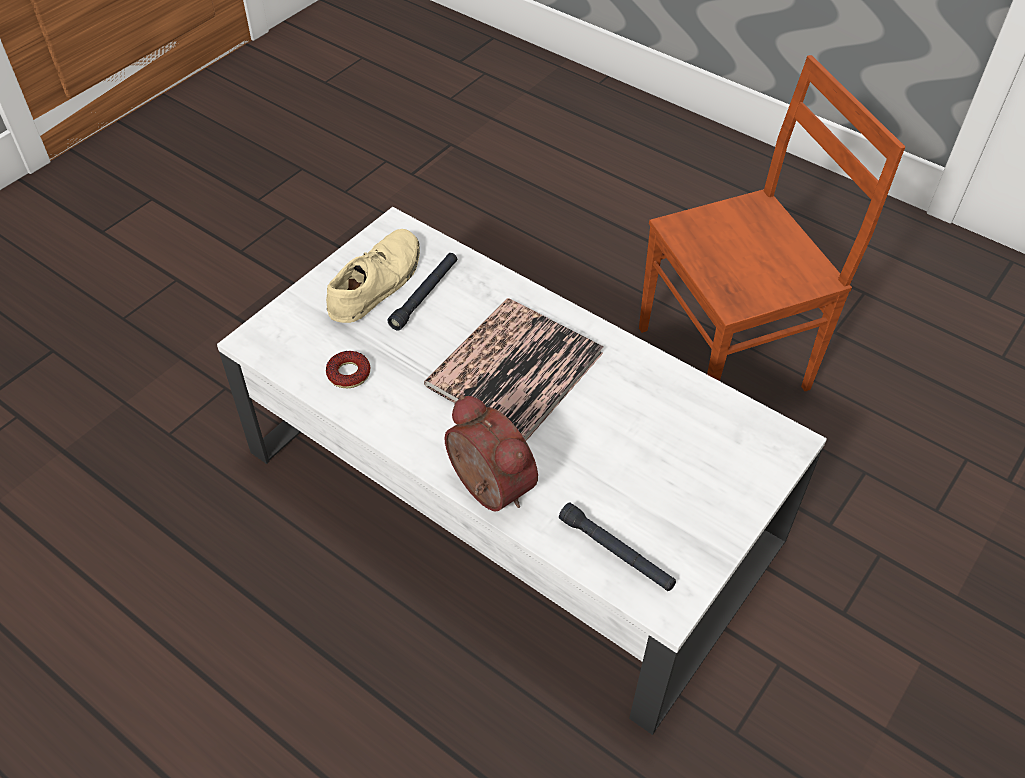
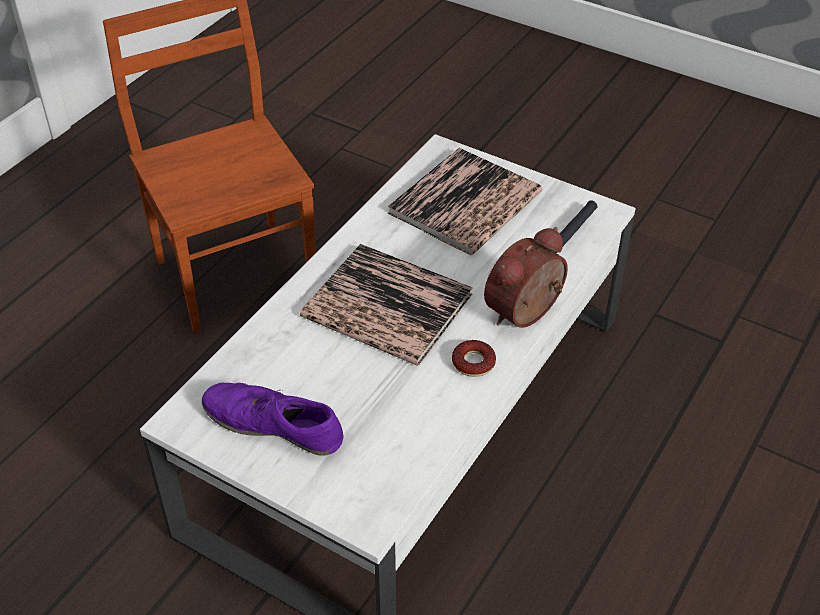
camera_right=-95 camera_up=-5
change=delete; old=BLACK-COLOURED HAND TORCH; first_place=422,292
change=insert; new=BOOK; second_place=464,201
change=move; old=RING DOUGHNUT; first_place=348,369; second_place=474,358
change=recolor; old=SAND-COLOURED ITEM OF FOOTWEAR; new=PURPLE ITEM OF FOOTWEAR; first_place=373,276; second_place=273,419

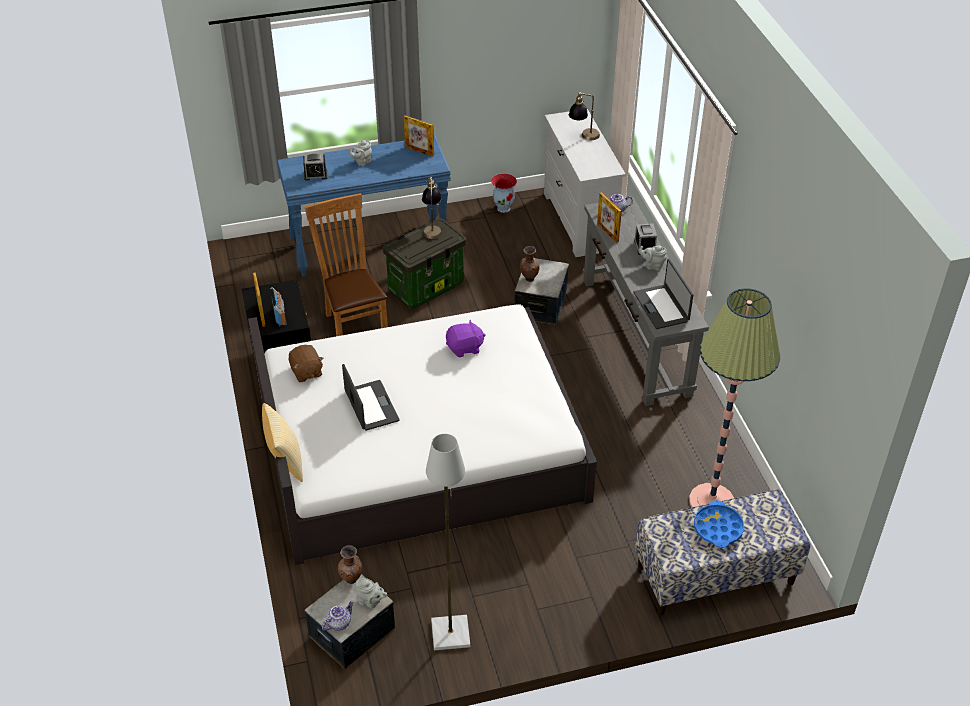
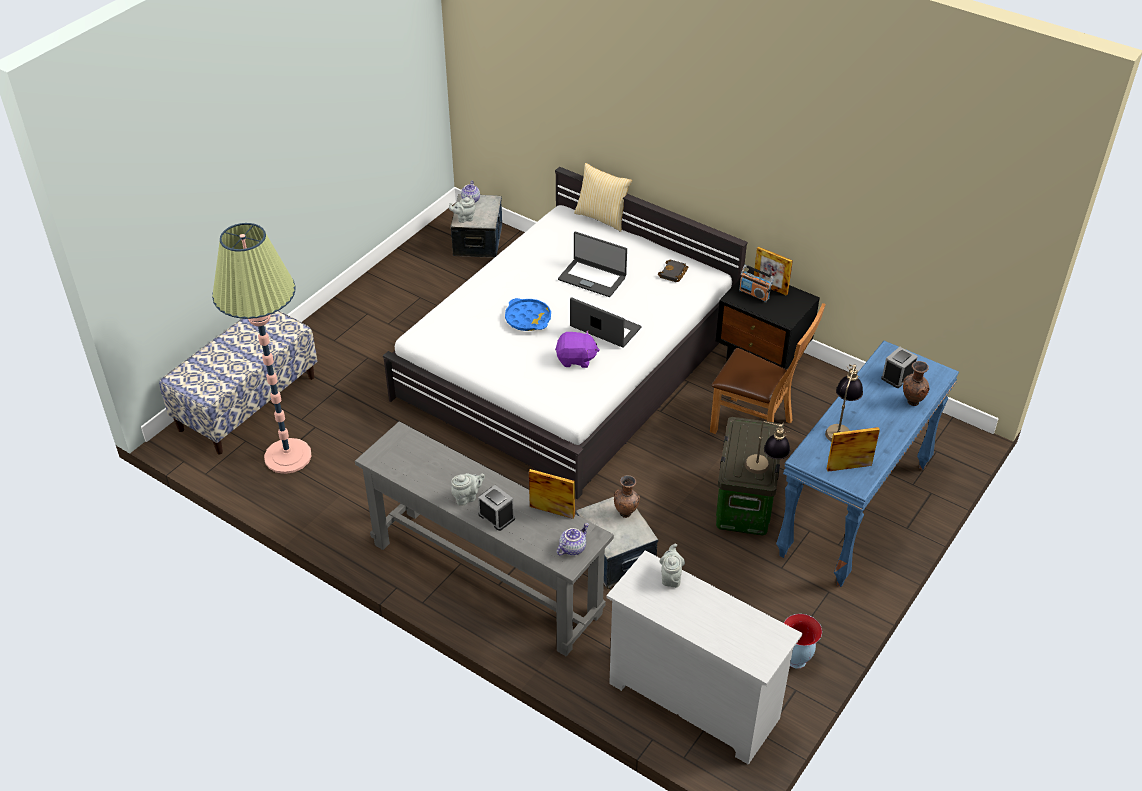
camera_right=140 camera_up=0
change=delete; old=GREYISH STANDARD LAMP; first_place=448,542
change=move; old=BROWN DECORATIVE VASE; first_place=350,564; second_place=916,383
change=move; old=GREYISH TEA POT; first_place=361,152; second_place=672,566
change=move; old=TABLETOP LAMP; first_place=584,116; second_place=844,403
change=move; old=PORTABLE COMPUTER; first_place=663,294; second_place=605,322
change=move; old=BLUE SERVING TRAY; first_place=719,524; second_place=528,314
change=replace; old=BROWN SOFT TOY; new=BLACK-COLOURED BOOK; first_place=306,363; second_place=673,270
change=rotate; old=PURPLE SOFT TOY; first_place=466,338; second_place=577,349; degrees=-120

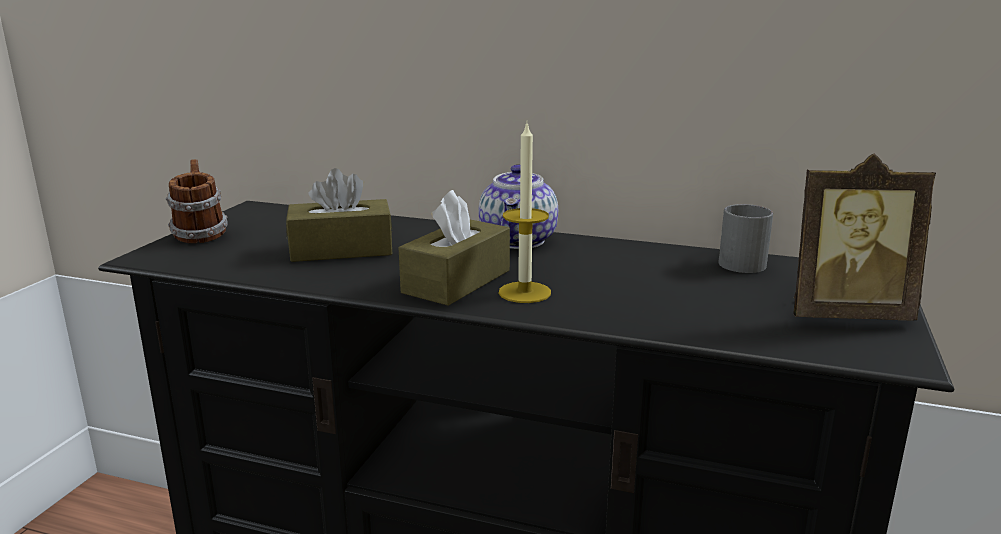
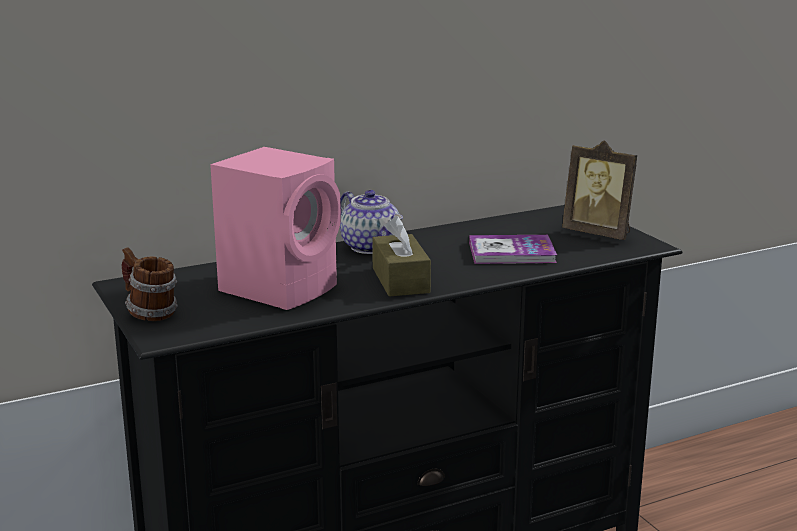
camera_right=-45 camera_up=0
change=delete; old=CANDLE; first_place=525,213
change=delete; old=GREYISH COFFEE MUG; first_place=745,238
change=insert; new=BOOK; second_place=513,249
change=replace; old=BROWN TISSUE HOLDER; new=PINK-COLOURED AUDIO SPEAKER; first_place=339,215; second_place=275,228
change=rotate; old=PICTURE FRAME; first_place=864,237; second_place=600,190; degrees=75

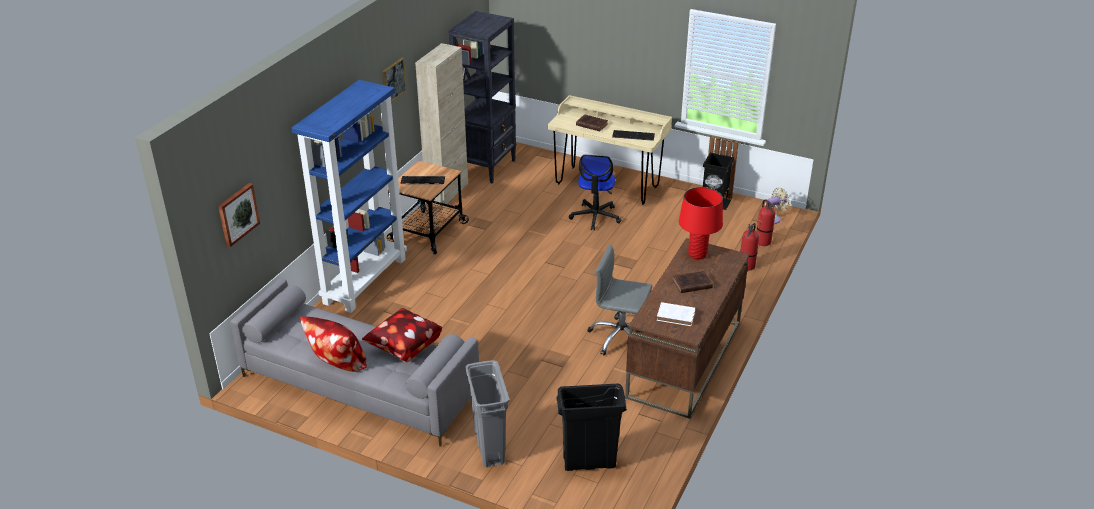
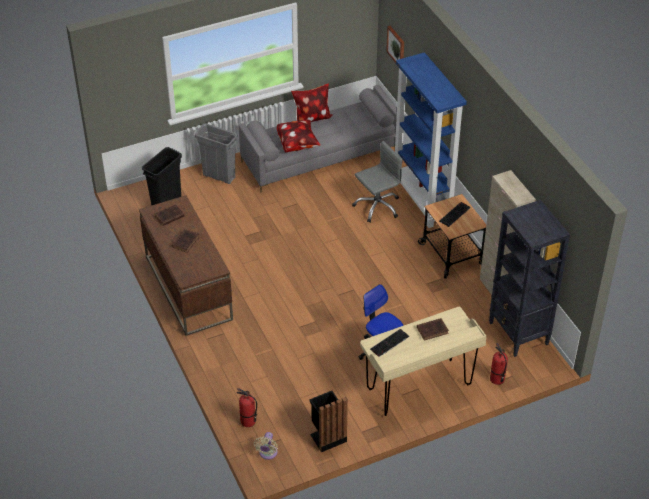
camera_right=130 camera_up=10
change=delete; old=PICTURE; first_place=394,80
change=delete; old=REDDISH TABLETOP LAMP; first_place=701,223
change=move; old=GREYISH COMPUTER CHAIR; first_place=619,300; second_place=377,181
change=move; old=FIRE EXTINGUISHER; first_place=749,247; second_place=499,364
change=recolor; old=WHITE-COLOURED BOOK; new=BROWN BOOK; first_place=676,314; second_place=169,215

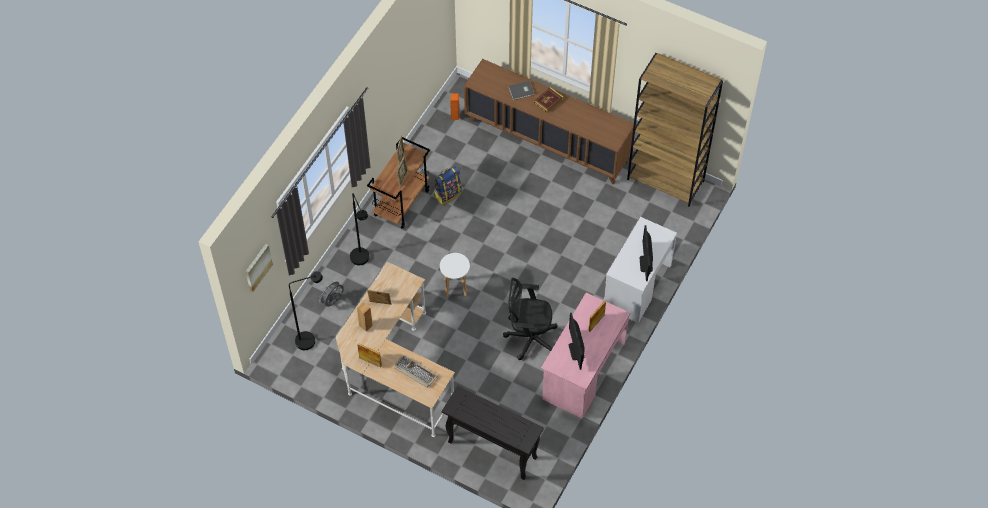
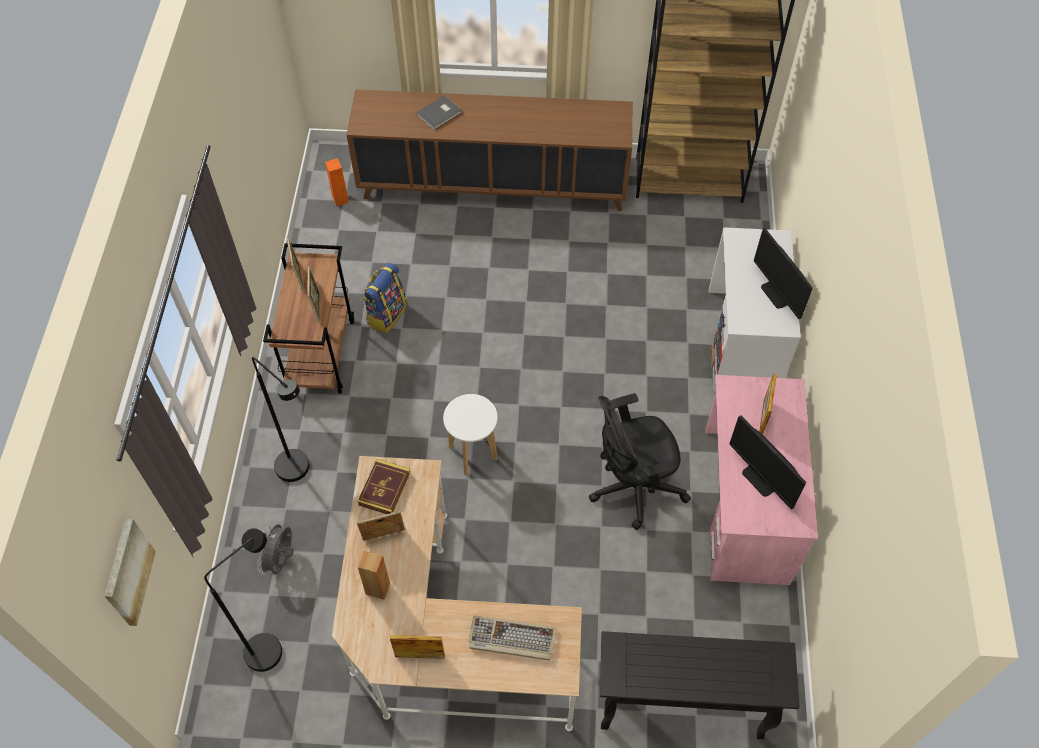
camera_right=-25 camera_up=0
change=move; old=BOOK; first_place=548,100; second_place=383,486

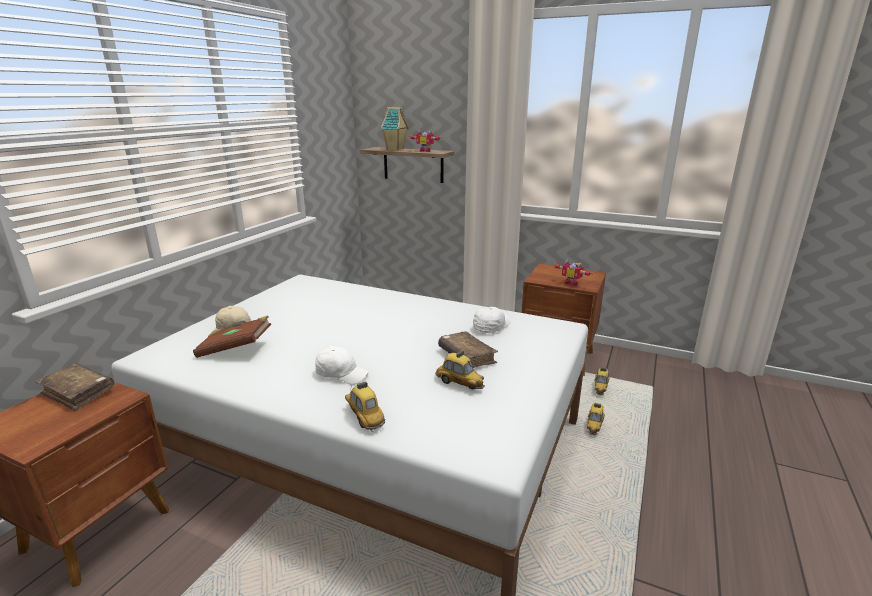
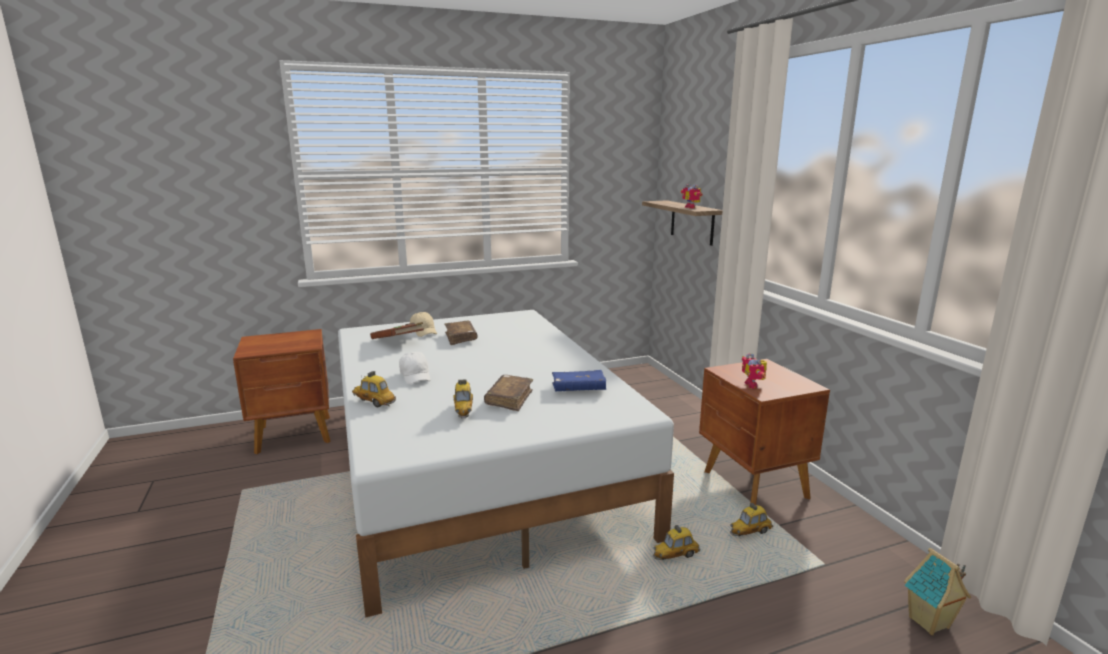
camera_right=45 camera_up=-5
change=move; old=BROWN BOOK; first_place=75,387; second_place=460,333
change=move; old=MODEL HOUSE; first_place=395,129; second_place=937,591
change=replace; old=WHITE-COLOURED BASEBALL CAP; new=BLUE BOOK; first_place=492,320; second_place=579,380
change=rotate; old=MODEL CAR; first_place=365,406; second_place=374,389; degrees=-75

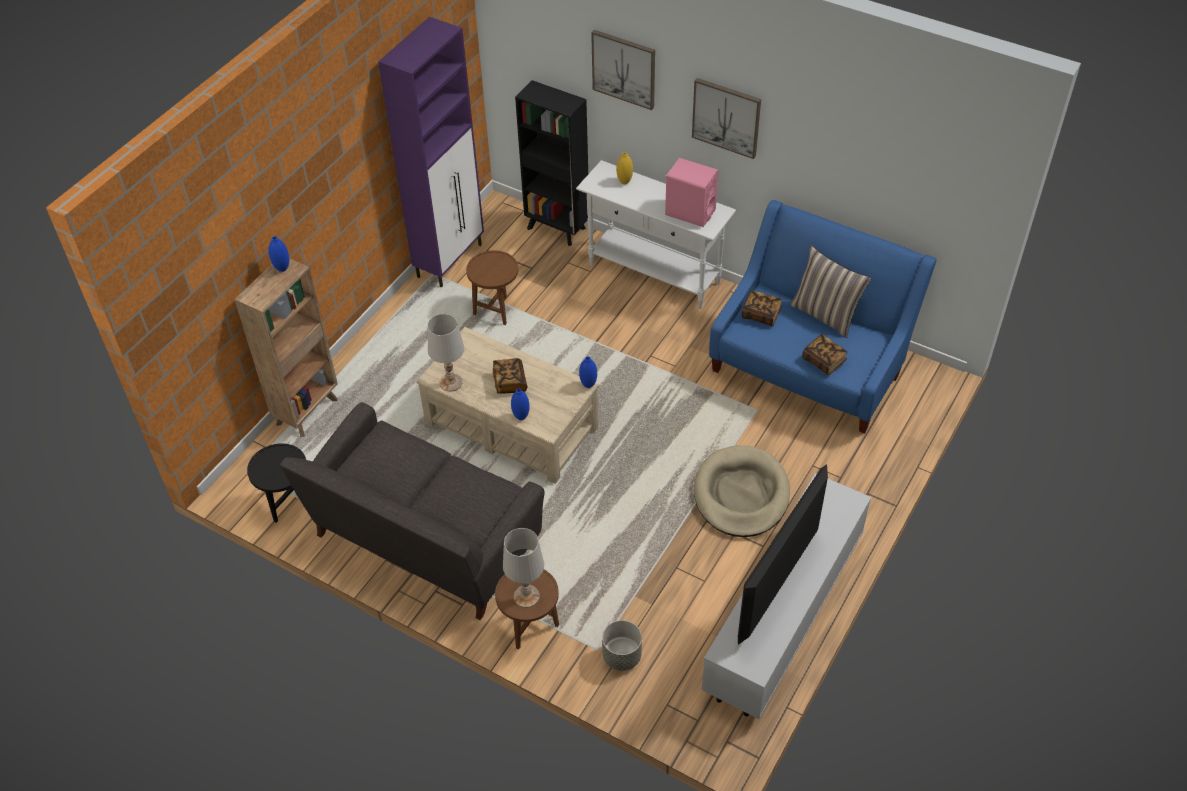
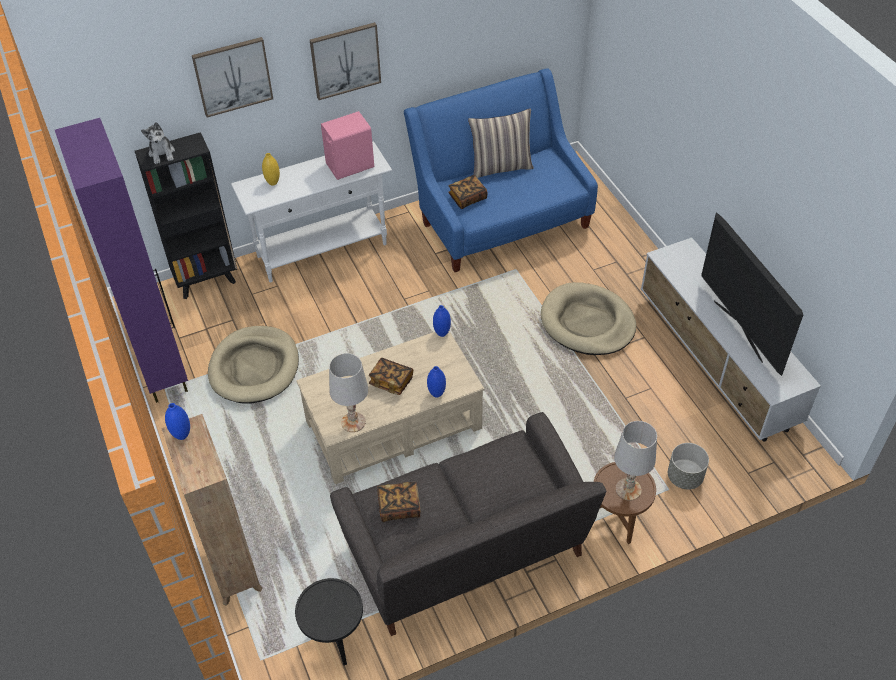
camera_right=-55 camera_up=0
change=insert; new=SOFT TOY; second_place=158,143
change=move; old=BOOK; first_place=824,354; second_place=399,502
change=replace; old=BROWN END TABLE; new=SAND-COLOURED DOG CUSHION; first_place=492,287; second_place=253,365

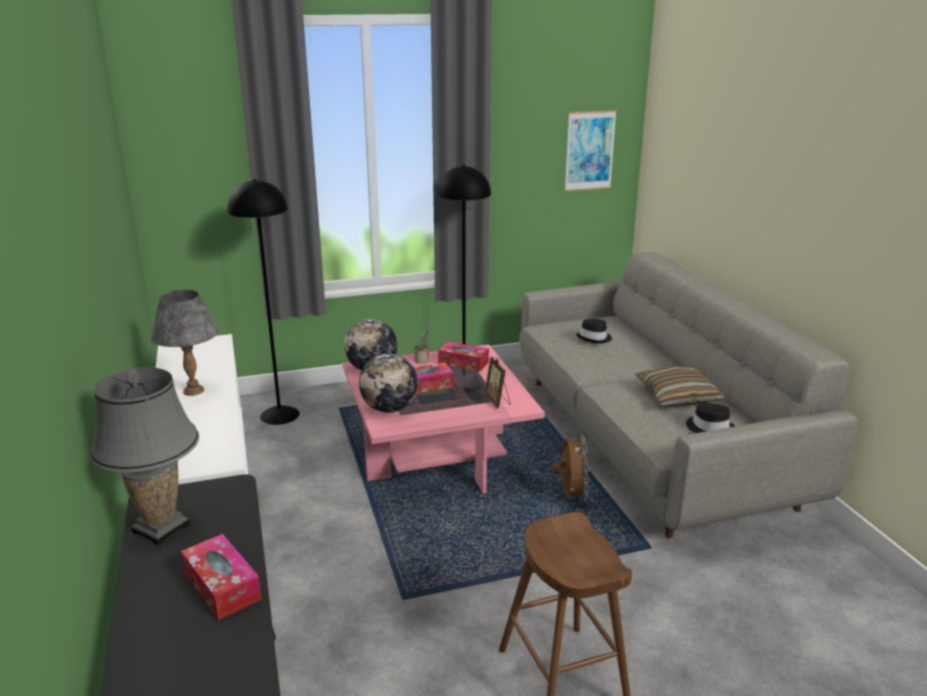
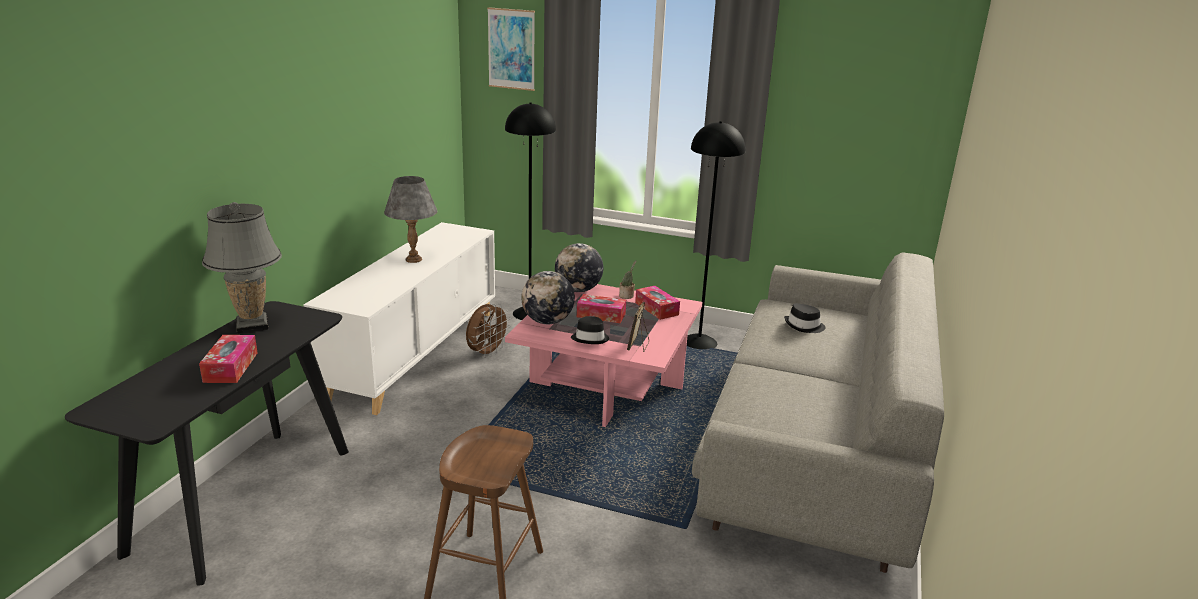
camera_right=35 camera_up=0
change=delete; old=CUSHION; first_place=680,386
change=move; old=BROWN ELECTRIC FAN; first_place=571,468; second_place=488,331
change=move; old=PICTURE; first_place=591,150; second_place=511,49
change=move; old=BLACK-COLOURED CLOTHING HAT; first_place=710,418; second_place=590,330

